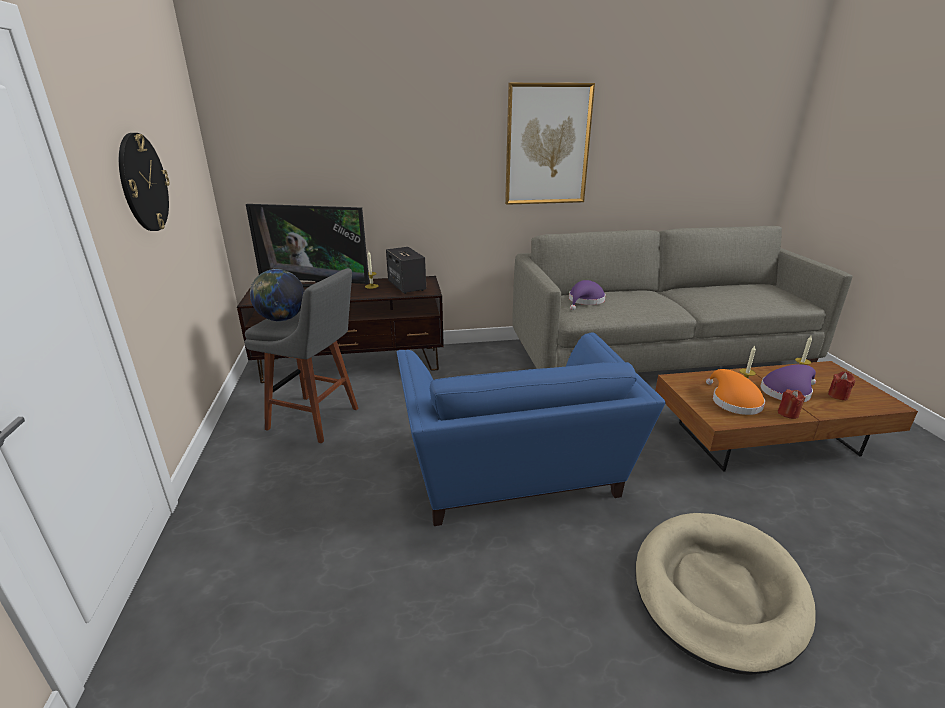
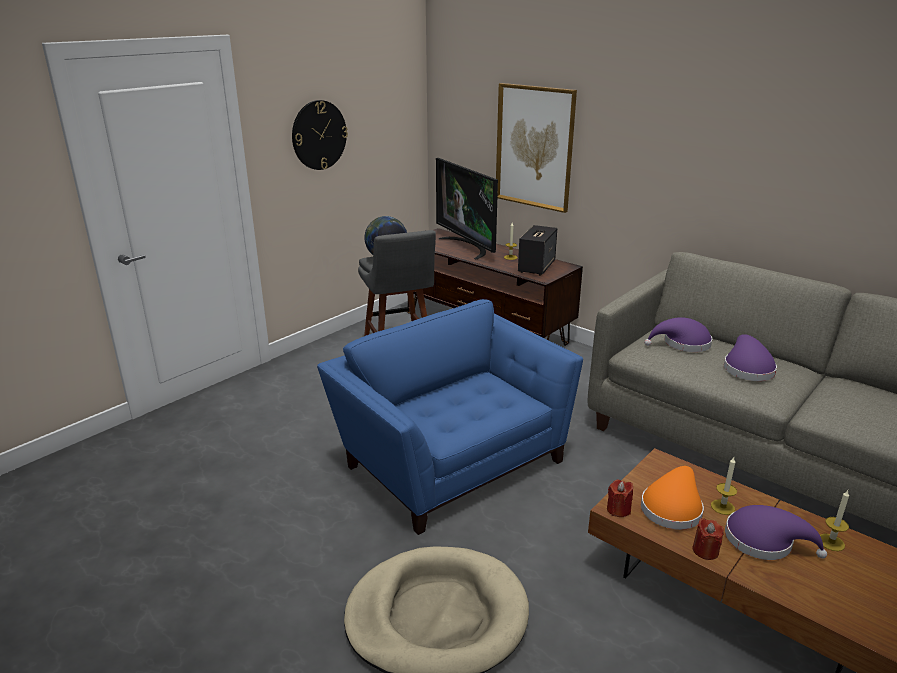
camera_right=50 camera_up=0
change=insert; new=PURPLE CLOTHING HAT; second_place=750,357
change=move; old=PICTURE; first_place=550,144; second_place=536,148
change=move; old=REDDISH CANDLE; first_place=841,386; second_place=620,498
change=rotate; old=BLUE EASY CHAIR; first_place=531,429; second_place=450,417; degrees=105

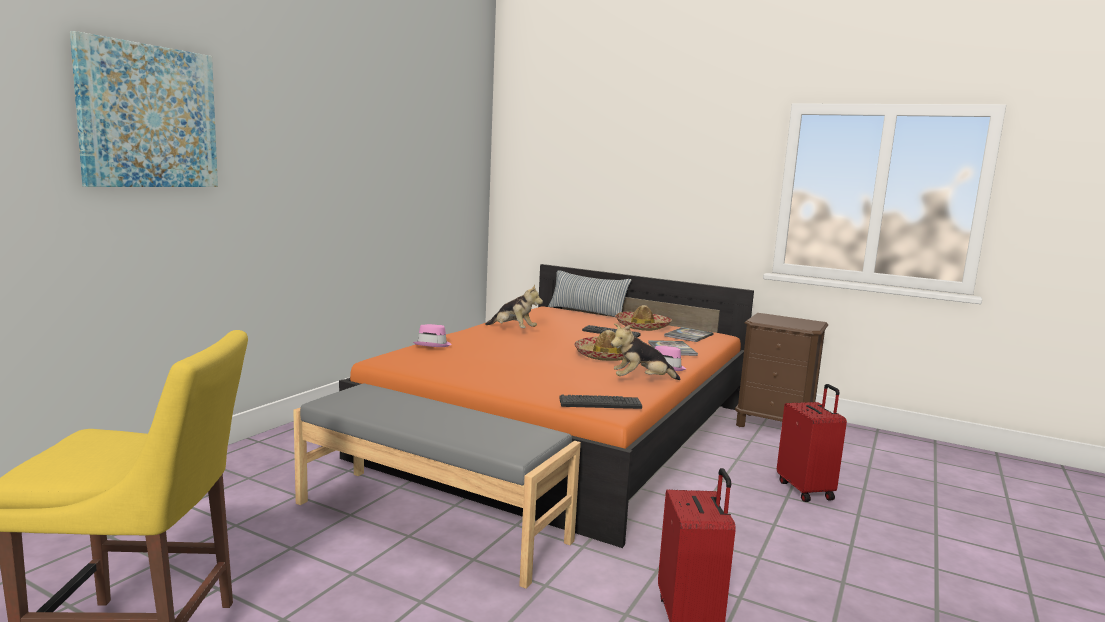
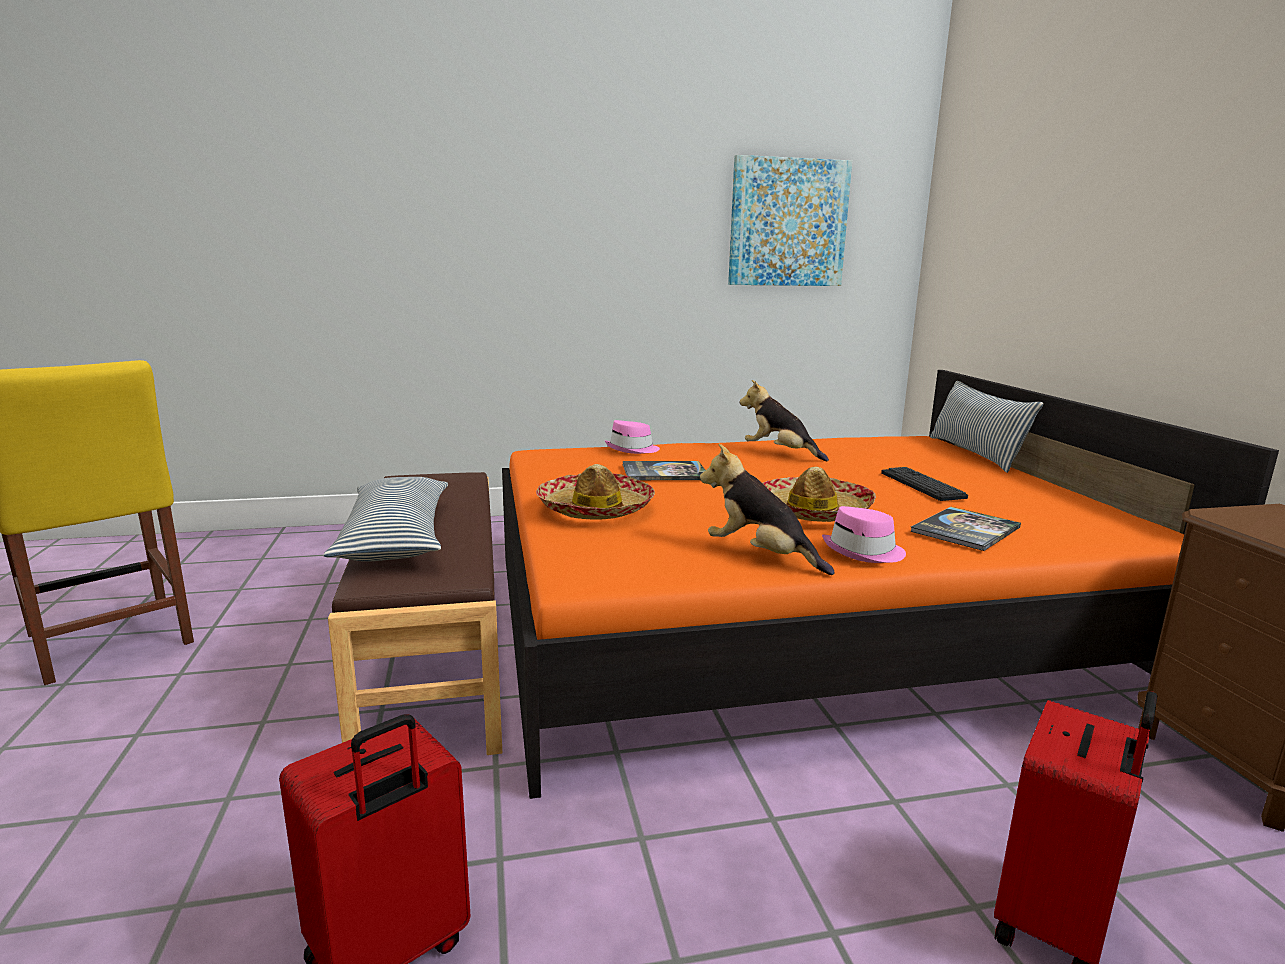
camera_right=50 camera_up=5
change=delete; old=KEYBOARD; first_place=600,402
change=insert; new=CUSHION; second_place=385,519
change=move; old=PICTURE; first_place=144,109; second_place=790,220
change=move; old=CLOTHING HAT; first_place=643,318; second_place=595,492
change=move; old=BOOK; first_place=689,334; second_place=664,470
change=recolor; old=GREYISH INDOOR BENCH; new=BROWN INDOOR BENCH; first_place=437,486; second_place=415,613
change=rotate; old=SOFT TOY; first_place=514,306; second_place=784,420; degrees=135

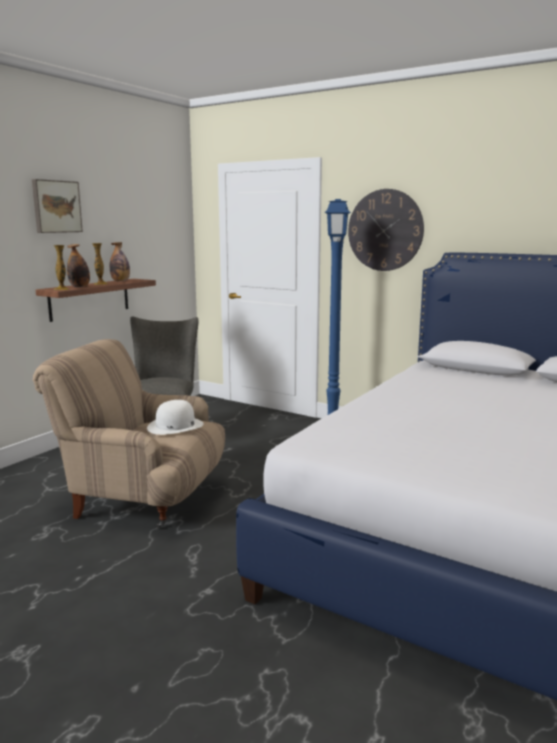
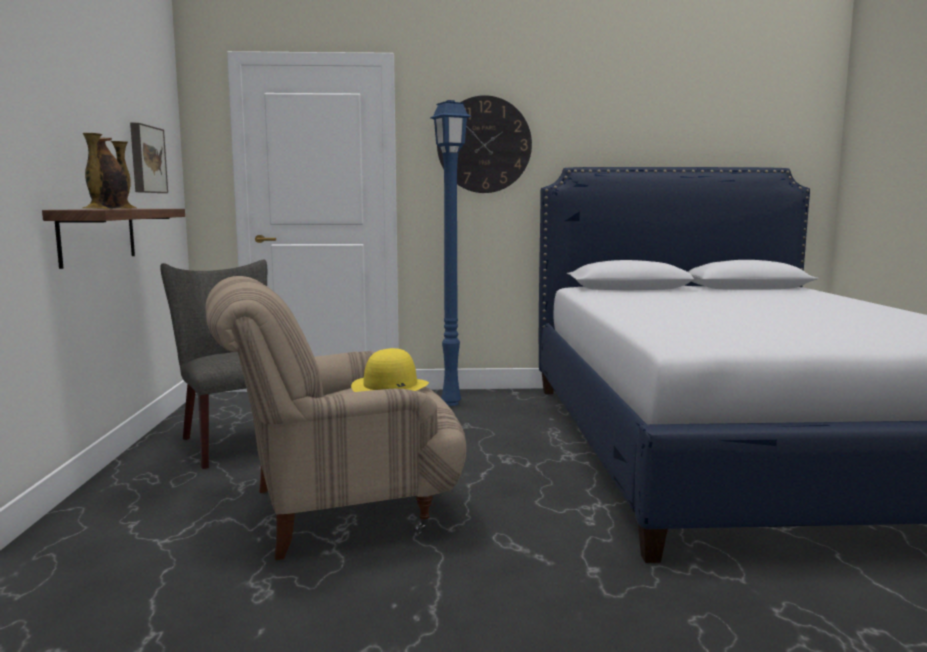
camera_right=-35 camera_up=-5
change=delete; old=BEVERAGE BOTTLE; first_place=120,261
change=move; old=PICTURE; first_place=57,206; second_place=149,158
change=recolor; old=WHITE-COLOURED CLOTHING HAT; new=YELLOW-COLOURED CLOTHING HAT; first_place=175,417; second_place=390,370

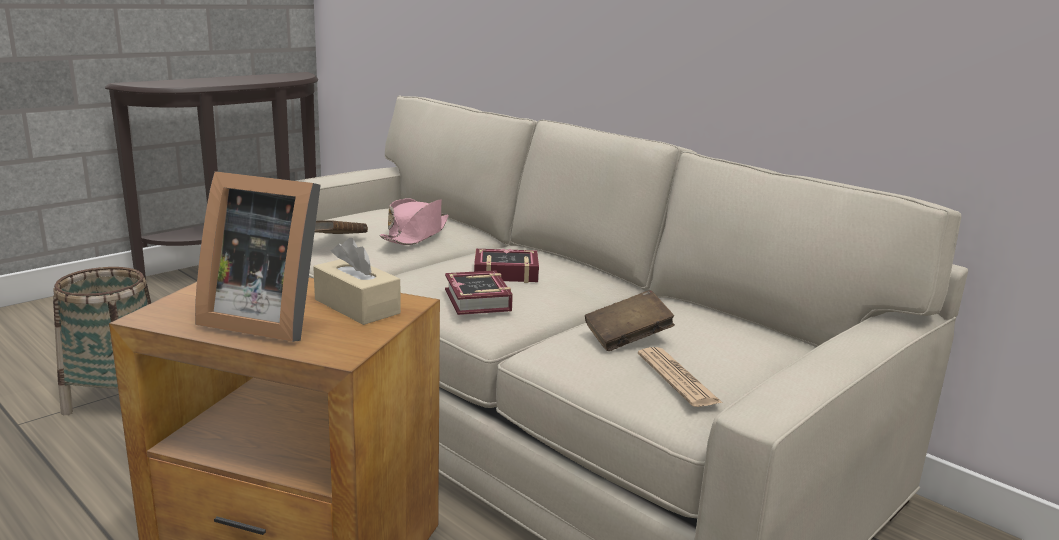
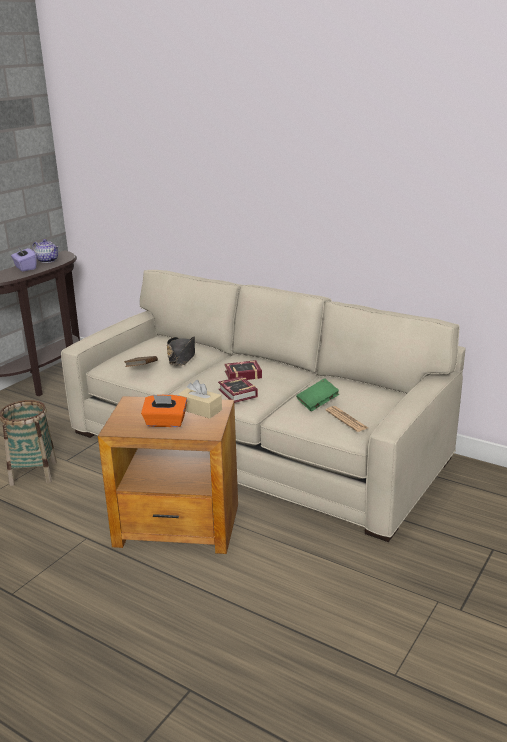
camera_right=-10 camera_up=5
change=insert; new=PURPLE TISSUE HOLDER; second_place=24,258
change=insert; new=TEA POT; second_place=46,251
change=replace; old=PICTURE FRAME; new=ORANGE-COLOURED TISSUE HOLDER; first_place=258,256; second_place=164,410
change=recolor; old=PINK-COLOURED CLOTHING HAT; new=BLACK-COLOURED CLOTHING HAT; first_place=414,221; second_place=181,351
change=recolor; old=BROWN BOOK; new=GREEN BOOK; first_place=630,320; second_place=317,394

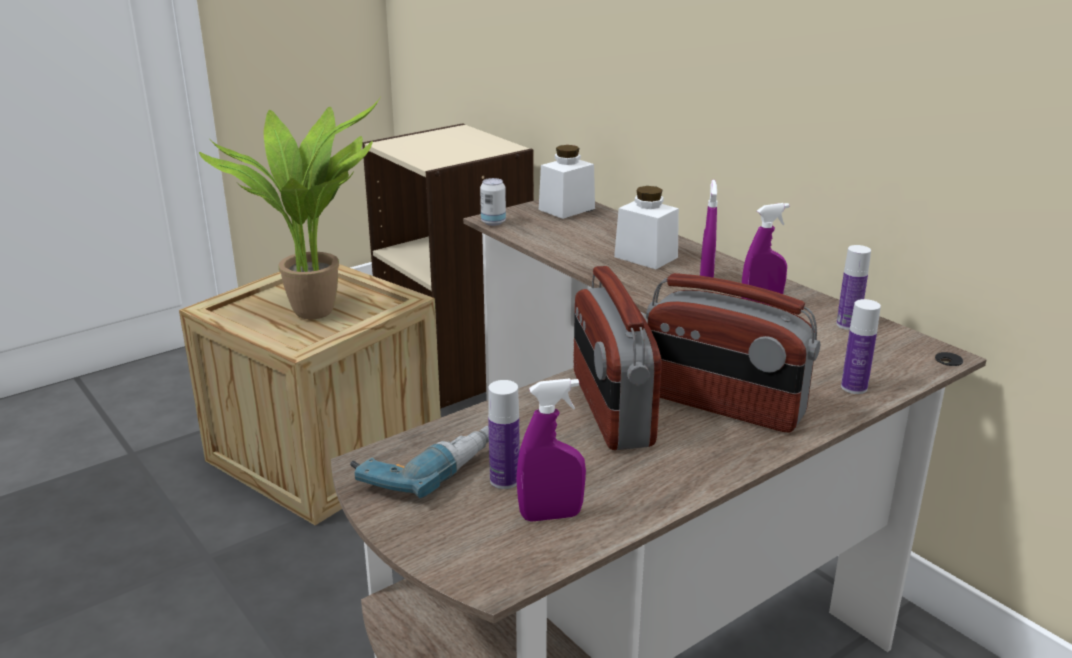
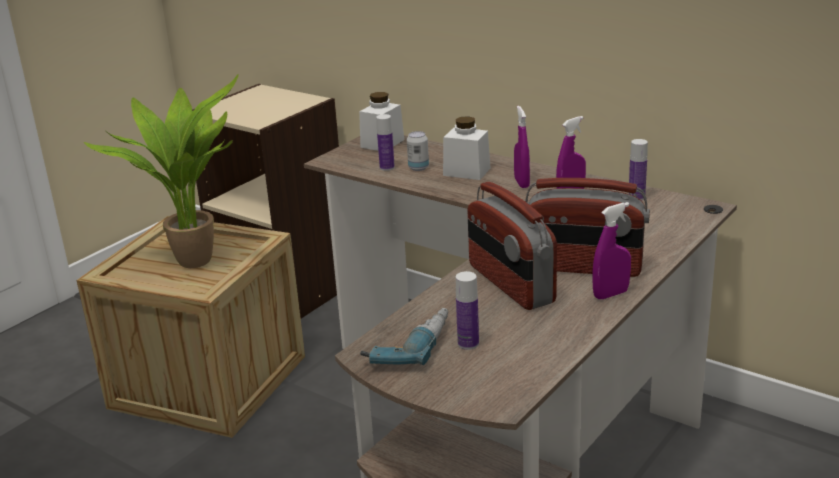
camera_right=-15 camera_up=0
change=move; old=METAL CAN; first_place=493,202; second_place=418,151
change=move; old=PURPLE SPRAY BOTTLE; first_place=551,450; second_place=611,250
change=move; old=BEVERAGE BOTTLE; first_place=861,346; second_place=385,142

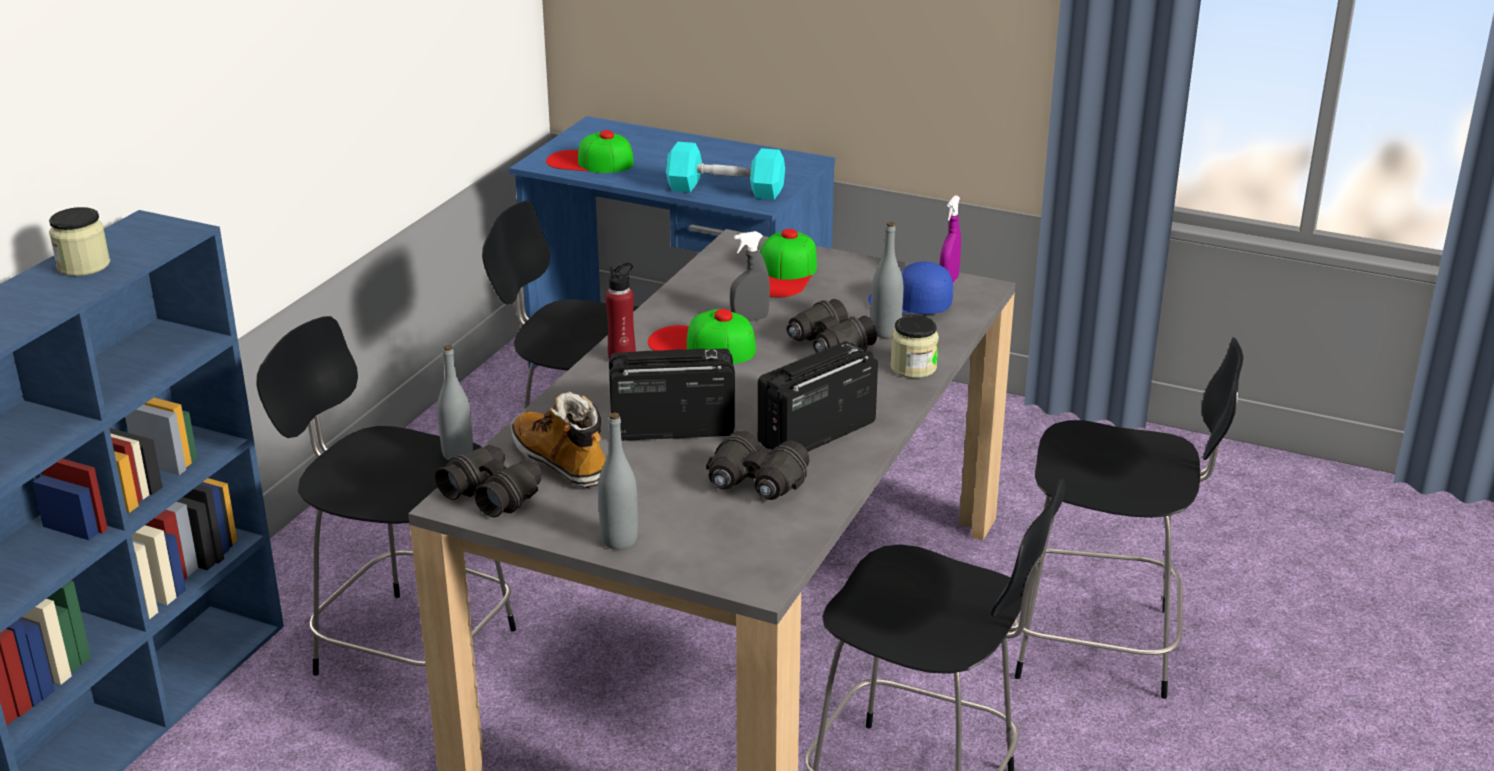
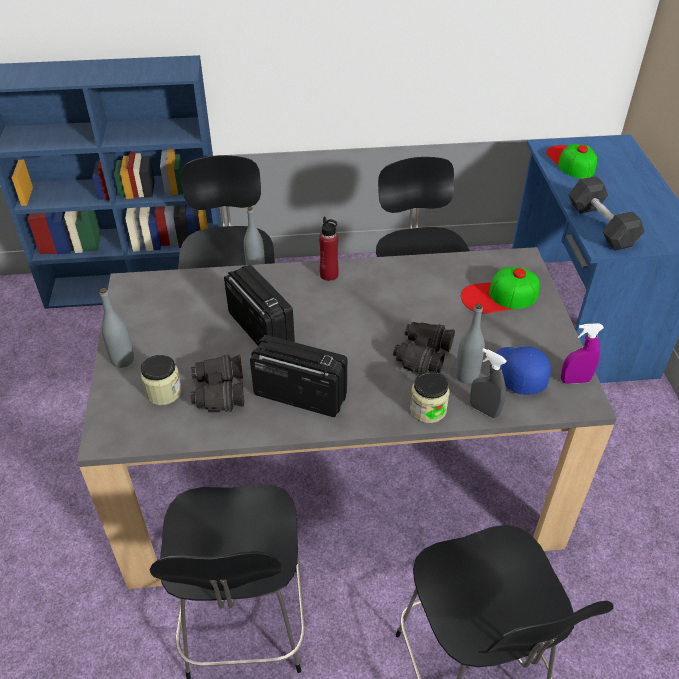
camera_right=60 camera_up=15
change=delete; old=BLACK-COLOURED FIELD GLASSES; first_place=488,481
change=delete; old=BOOT; first_place=558,439
change=delete; old=BASEBALL CAP; first_place=702,336
change=move; old=STORAGE JAR; first_place=79,241; second_place=161,380
change=move; old=GREYISH SPRAY BOTTLE; first_place=750,276; second_place=488,383
change=recolor; old=BLUE-GREEN FREE WEIGHT; new=GREYISH FREE WEIGHT; first_place=725,171; second_place=606,213

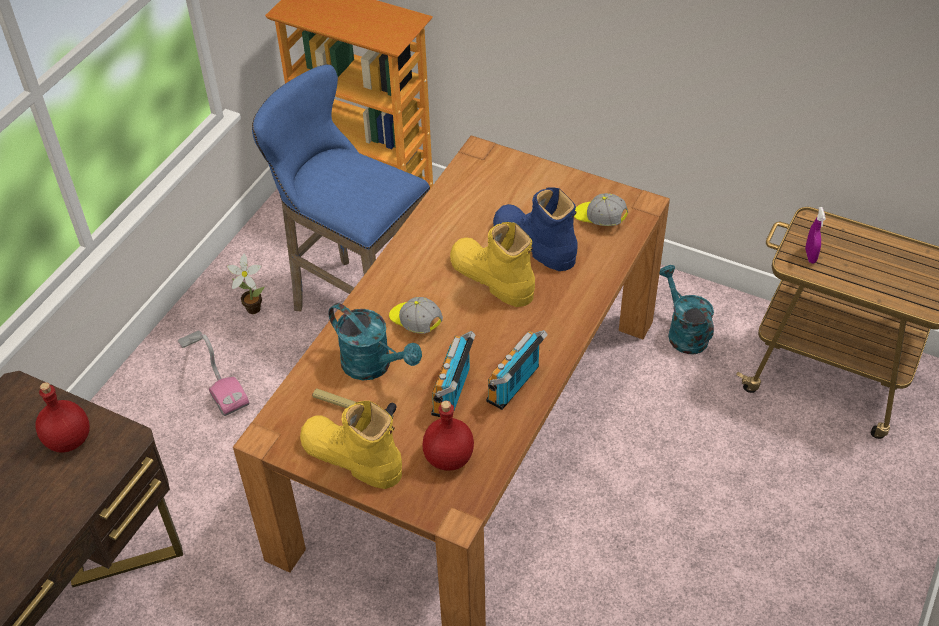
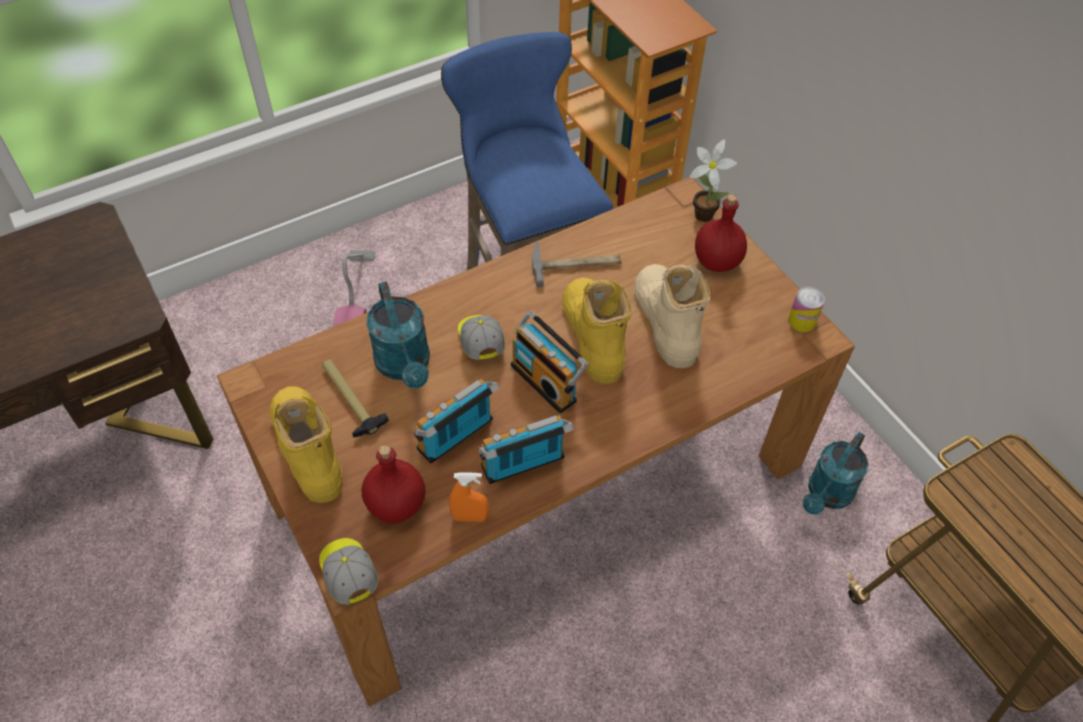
camera_right=30 camera_up=5
change=delete; old=PURPLE SPRAY BOTTLE; first_place=815,235
change=insert; new=ORANGE-COLOURED SPRAY BOTTLE; second_place=469,497
change=insert; new=RADIO SET; second_place=549,362
change=insert; new=HAMMER; second_place=576,263
change=insert; new=METAL CAN; second_place=806,309
change=move; old=REDDISH BEVERAGE BOTTLE; first_place=63,417; second_place=721,233
change=move; old=POTTED PLANT; first_place=246,283; second_place=714,180
change=move; old=BASEBALL CAP; first_place=601,209; second_place=348,571
change=recolor; old=BLUE BOOT; new=SAND-COLOURED BOOT; first_place=535,229; second_place=672,316
change=rotate; old=BLUE-GREEN WATERING CAN; first_place=686,309; second_place=835,473; degrees=-150

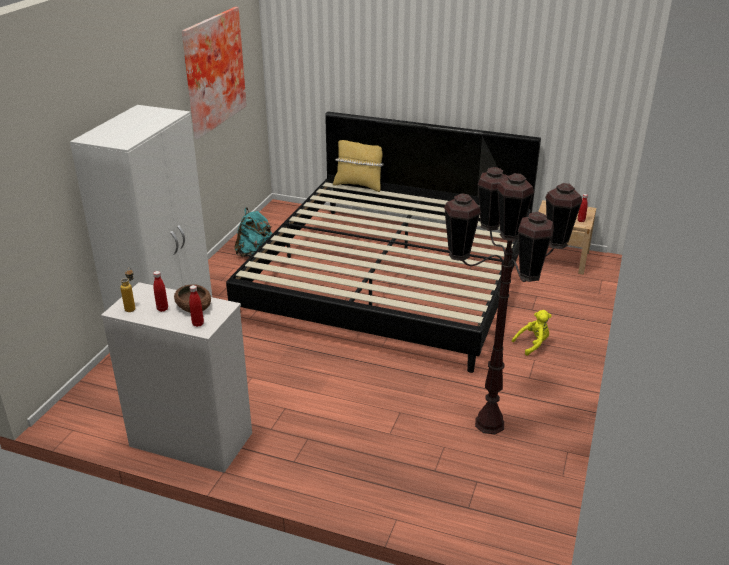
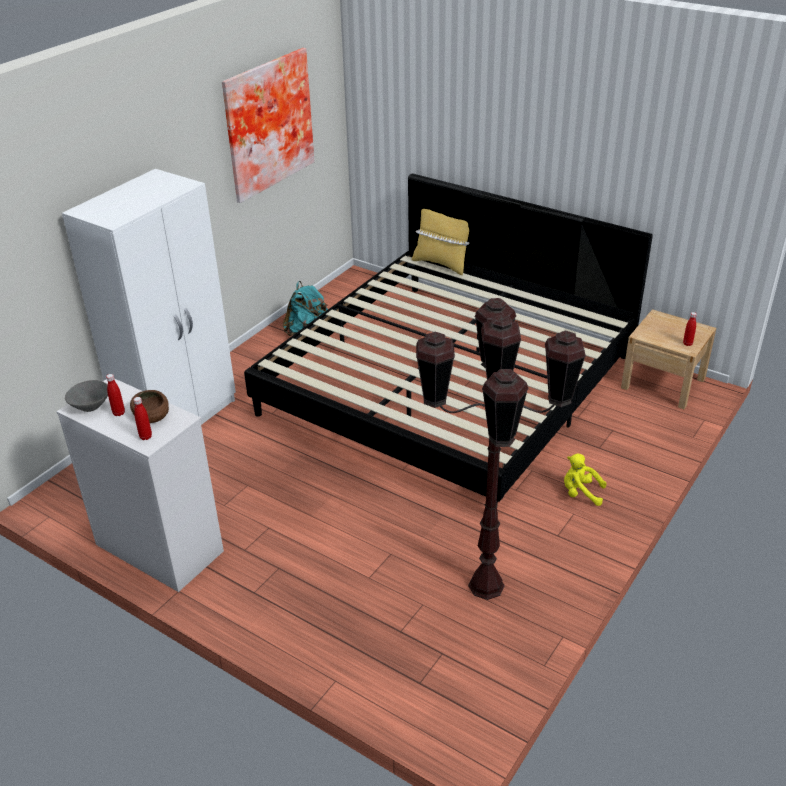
camera_right=15 camera_up=5
change=replace; old=BEVERAGE BOTTLE; new=GREYISH DEEP DISH; first_place=127,290; second_place=86,396
change=rotate; old=YELLOW-COLOURED SOFT TOY; first_place=532,333; second_place=585,480; degrees=-150

